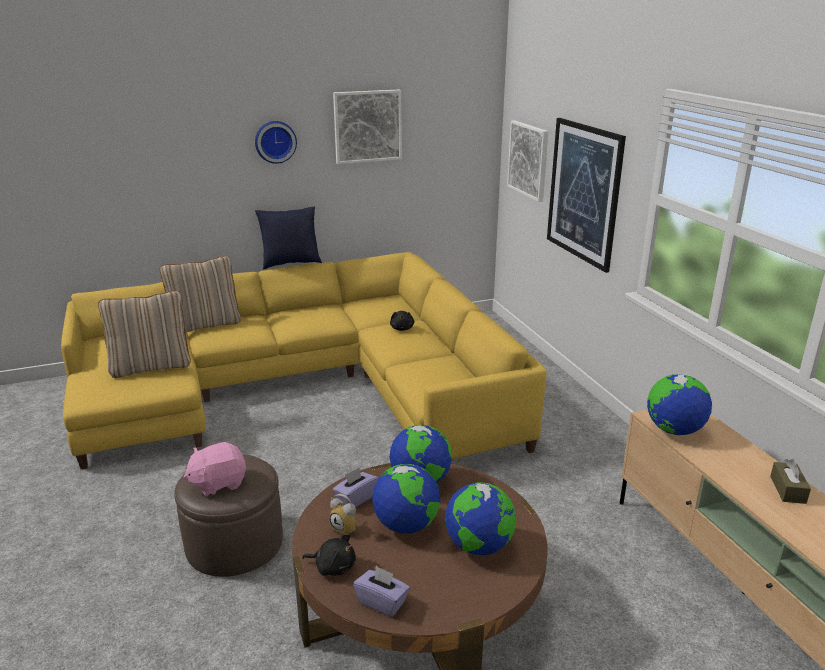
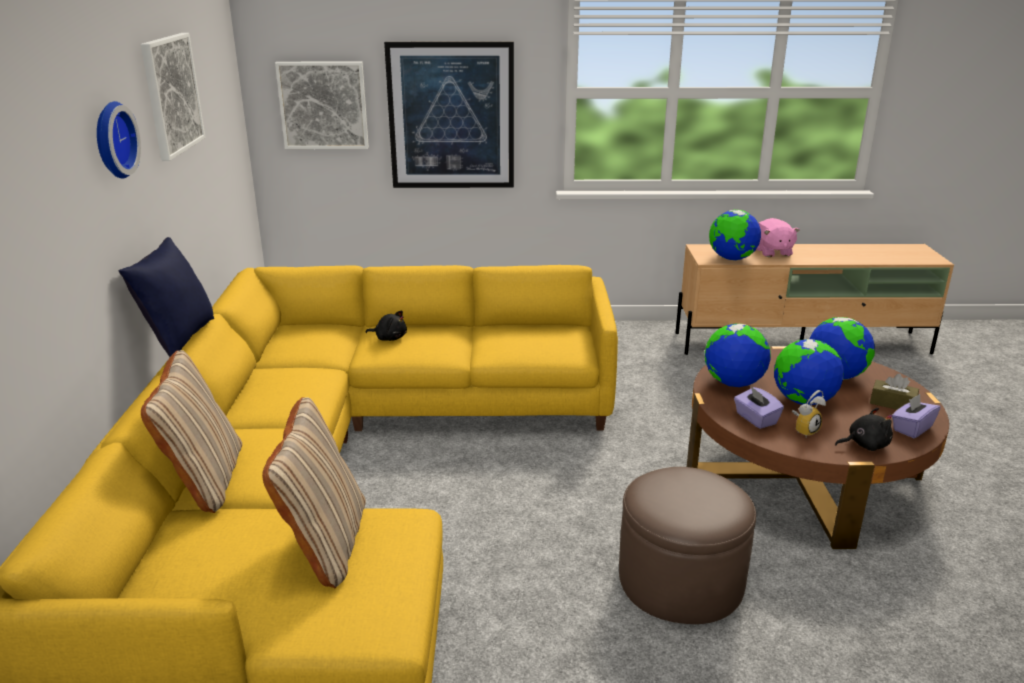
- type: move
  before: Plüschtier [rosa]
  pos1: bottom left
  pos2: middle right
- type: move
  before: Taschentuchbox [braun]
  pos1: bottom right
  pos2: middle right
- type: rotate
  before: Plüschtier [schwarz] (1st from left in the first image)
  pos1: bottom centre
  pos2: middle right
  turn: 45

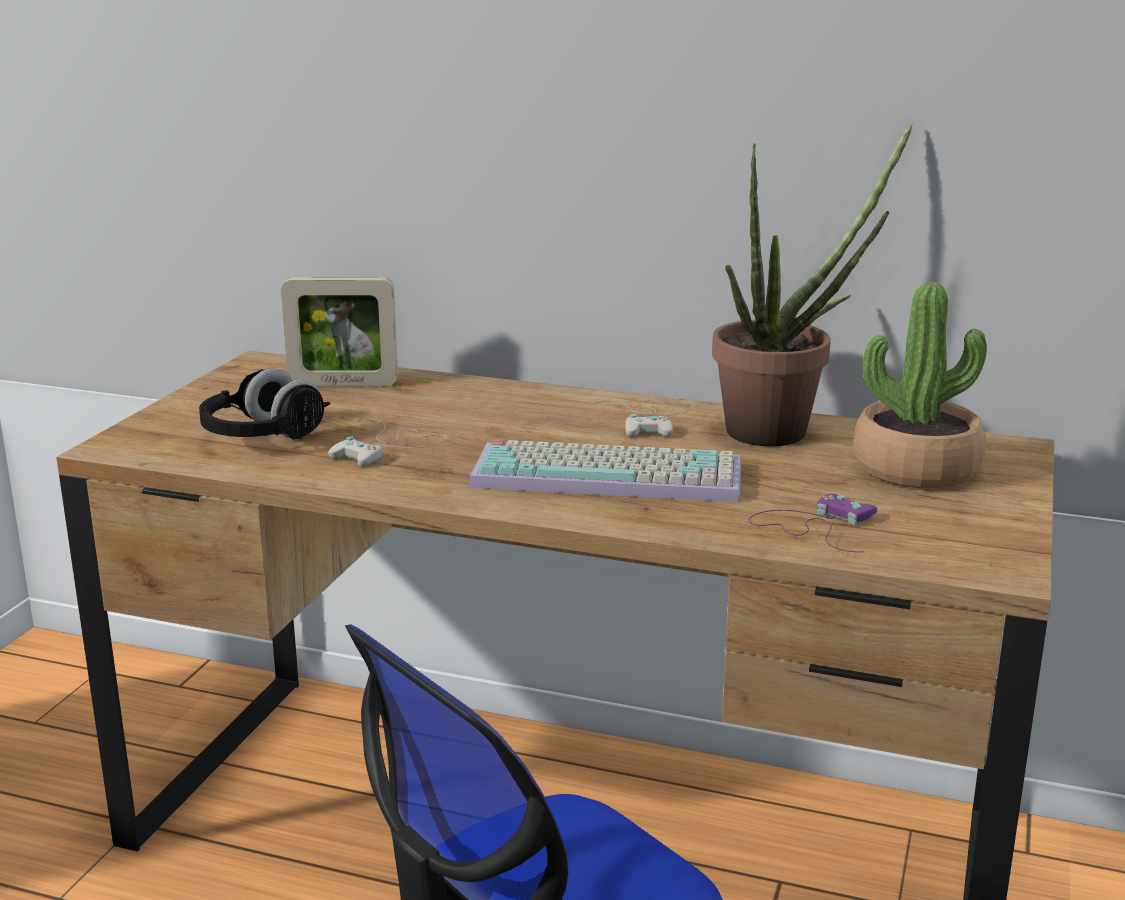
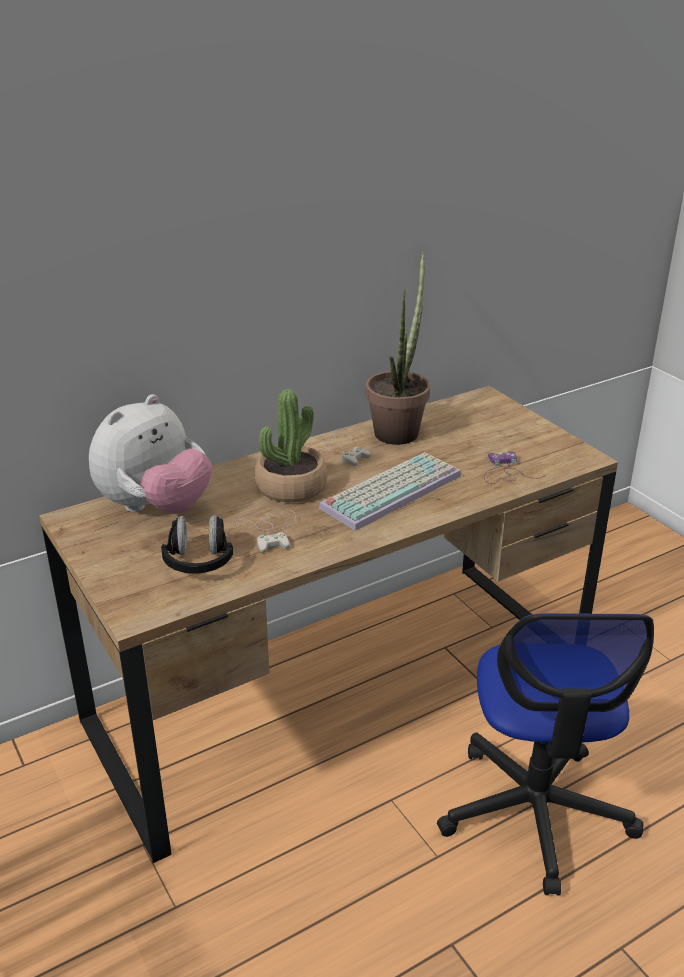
- type: replace
  before: Bilderrahmen
  after: Plüschtier
  pos1: middle left
  pos2: middle left
- type: move
  before: Topfpflanze (2nd from left in the first image)
  after: Topfpflanze (1st from left)
  pos1: middle right
  pos2: centre

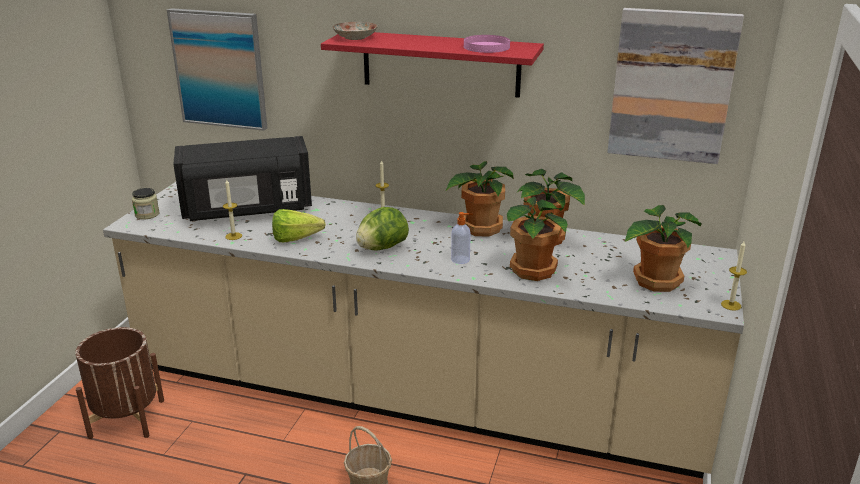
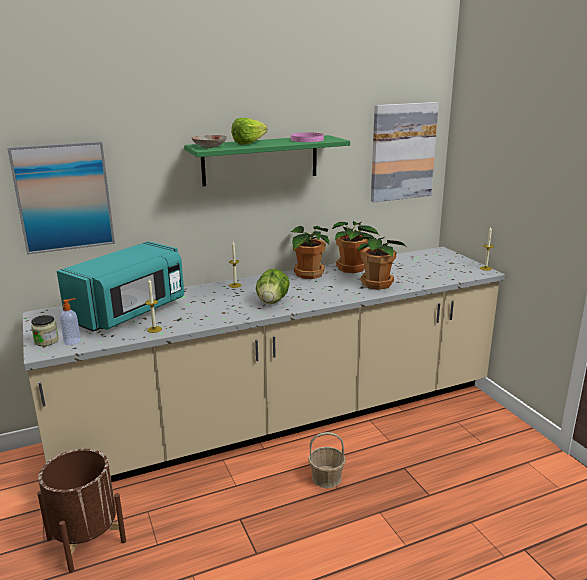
- type: recolor
  before: Wandregal [rot]
  after: Wandregal [grün]
  pos1: top centre
  pos2: top centre
- type: recolor
  before: Mikrowelle [schwarz]
  after: Mikrowelle [türkis]
  pos1: middle left
  pos2: middle left
- type: delete
  before: Topfpflanze (4th from left)
  pos1: middle right
- type: move
  before: Salatkopf (1st from left)
  pos1: centre
  pos2: top centre
- type: move
  before: Seifenspender
  pos1: centre
  pos2: middle left

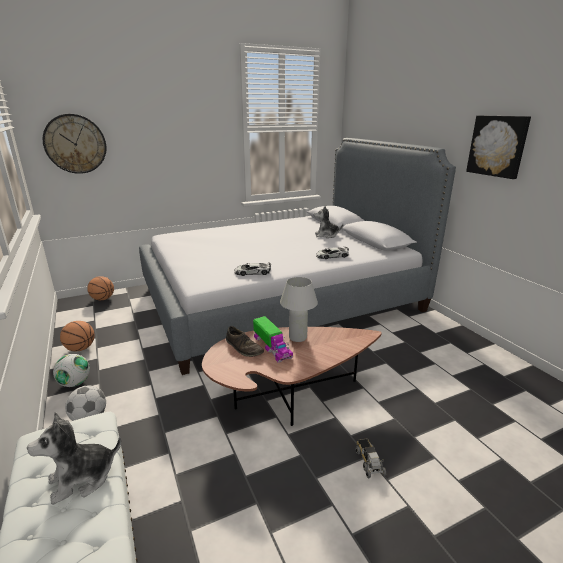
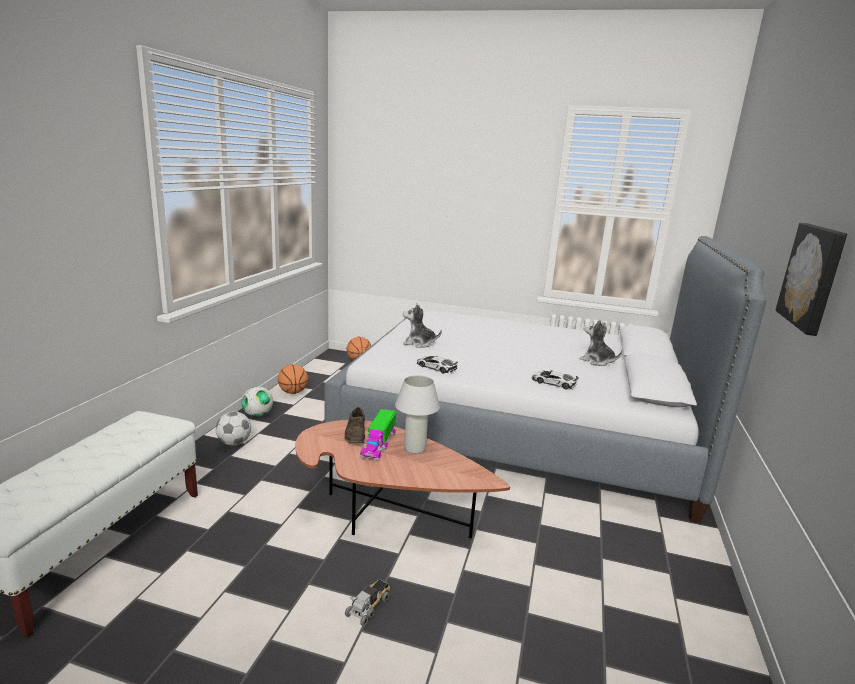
- type: delete
  before: Wanduhr
  pos1: top left
- type: move
  before: Plüschtier (1st from left)
  pos1: bottom left
  pos2: centre

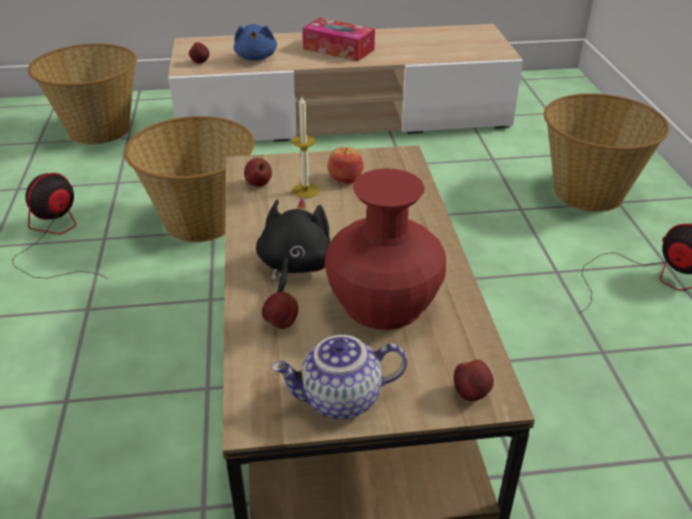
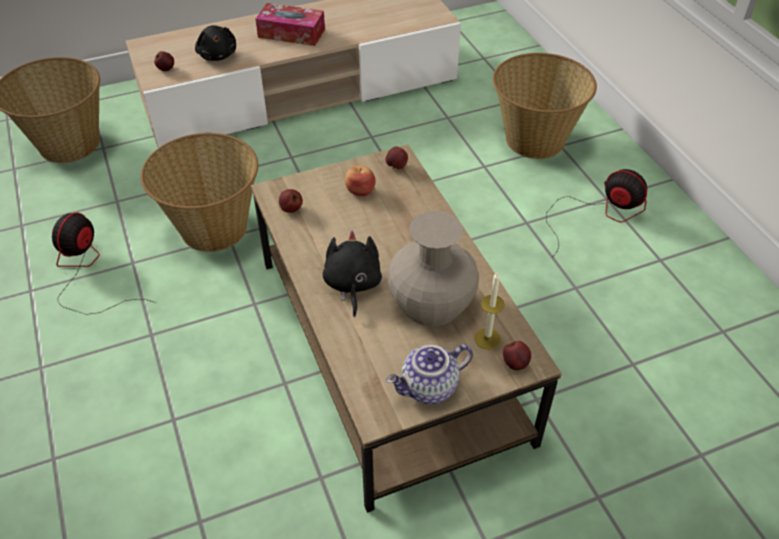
- type: recolor
  before: Plüschtier [blau]
  after: Plüschtier [schwarz] (1st from left)
  pos1: top centre
  pos2: top left
- type: move
  before: Kerze
  pos1: top centre
  pos2: centre
- type: recolor
  before: Vase [rot]
  after: Vase [beige]
  pos1: centre
  pos2: centre
- type: move
  before: Apfel (3rd from left in the first image)
  after: Apfel (4th from left)
  pos1: centre
  pos2: top centre

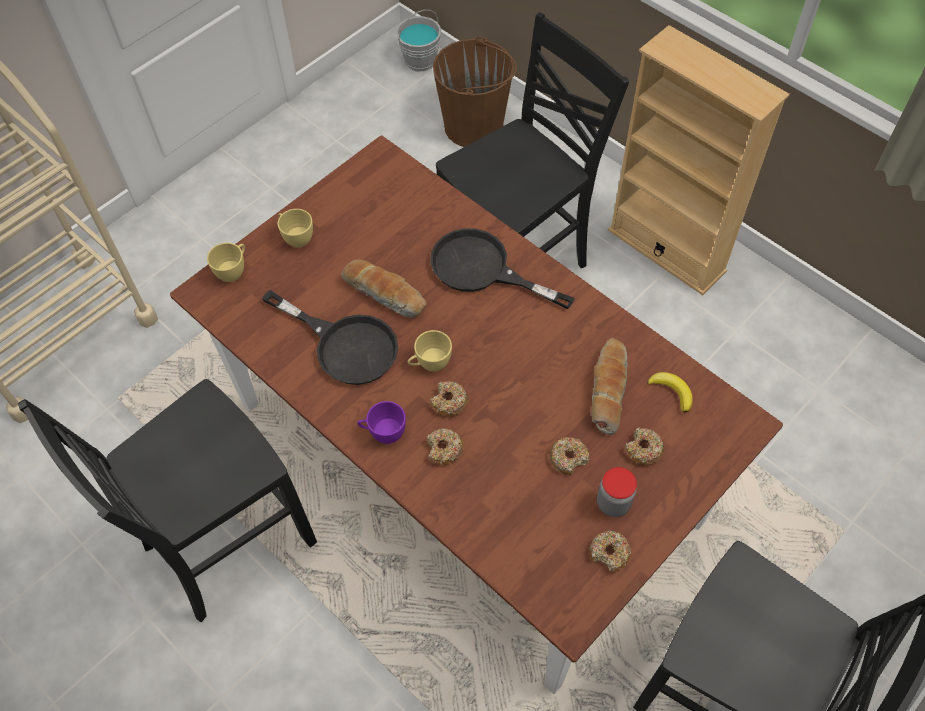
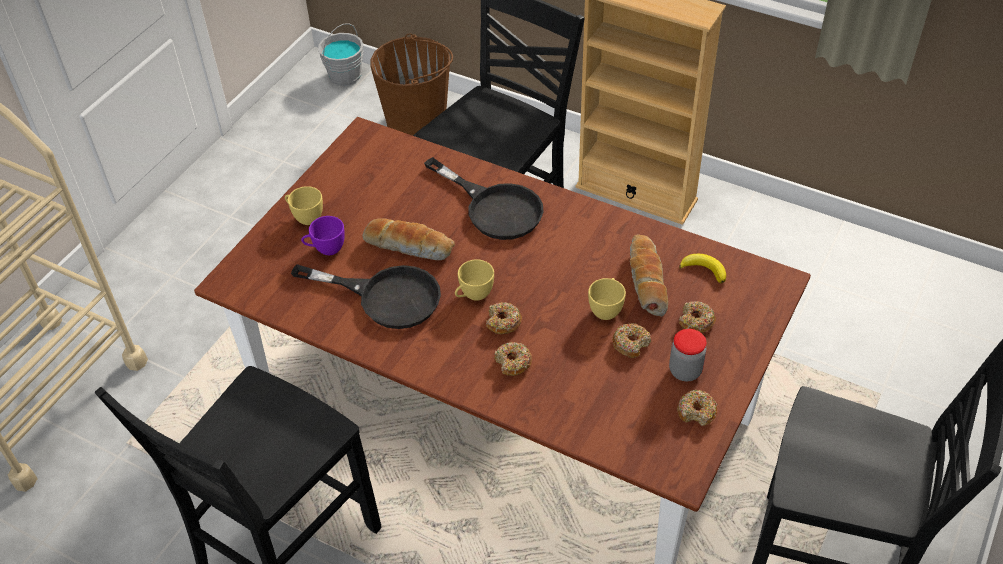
- type: rotate
  before: Pfanne [schwarz] (2nd from left)
  pos1: centre
  pos2: centre
  turn: -150
- type: move
  before: Tasse [gelb] (1st from left in the first image)
  after: Tasse [gelb] (3rd from left)
  pos1: middle left
  pos2: centre
- type: move
  before: Tasse [lila]
  pos1: centre
  pos2: middle left

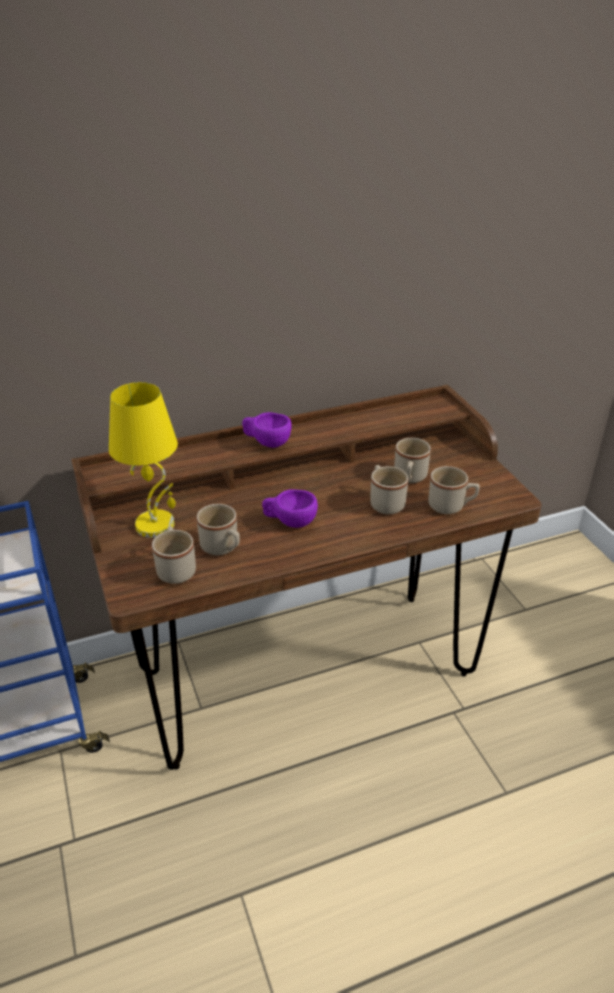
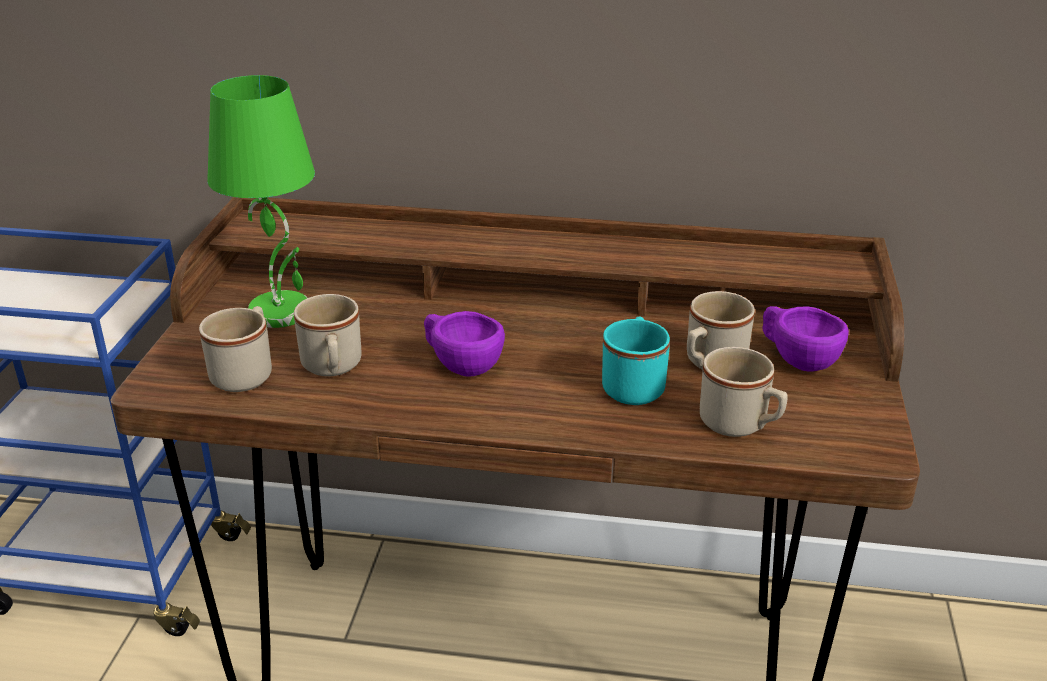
- type: recolor
  before: Tischlampe [gelb]
  after: Tischlampe [grün]
  pos1: middle left
  pos2: top left
- type: move
  before: Tasse [lila] (1st from left in the first image)
  after: Tasse [lila] (2nd from left)
  pos1: centre
  pos2: middle right
- type: recolor
  before: Henkelbecher [beige] (3rd from left)
  after: Henkelbecher [türkis]
  pos1: centre
  pos2: centre

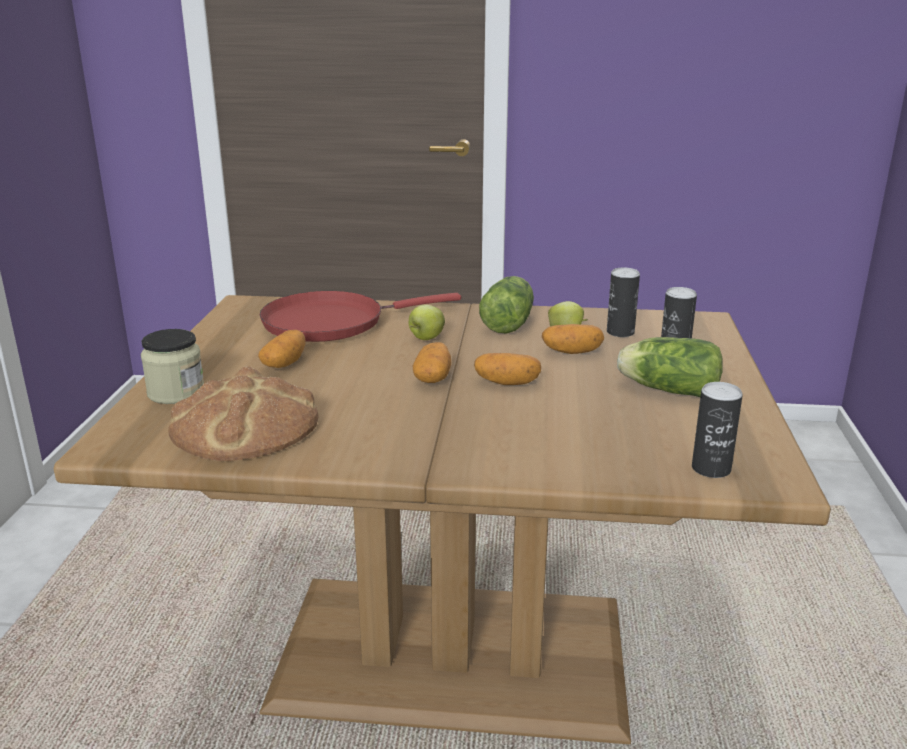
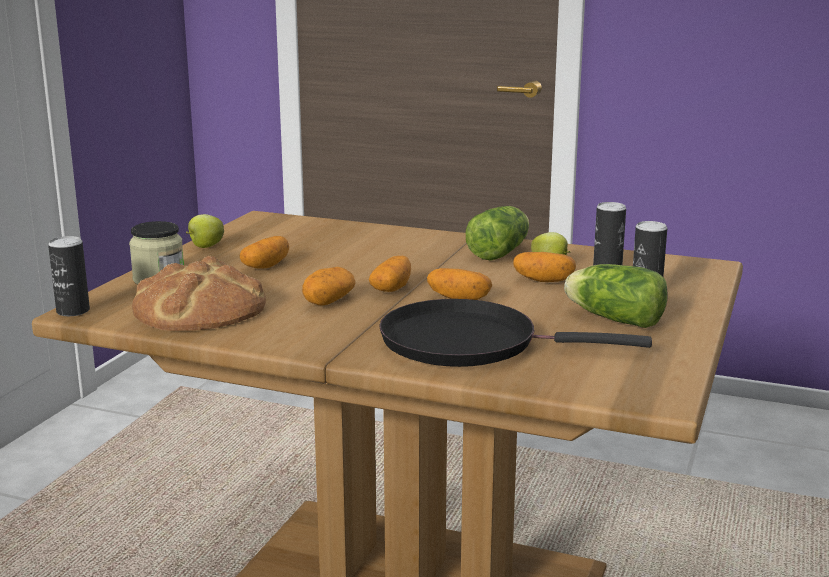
- type: delete
  before: Pfanne [rot]
  pos1: centre
- type: move
  before: Apfel (1st from left)
  pos1: centre
  pos2: middle left
- type: move
  before: Dose (3rd from left in the first image)
  after: Dose (1st from left)
  pos1: middle right
  pos2: middle left
- type: insert
  after: Kartoffel (2nd from left)
  pos2: centre
- type: insert
  after: Pfanne [schwarz]
  pos2: centre

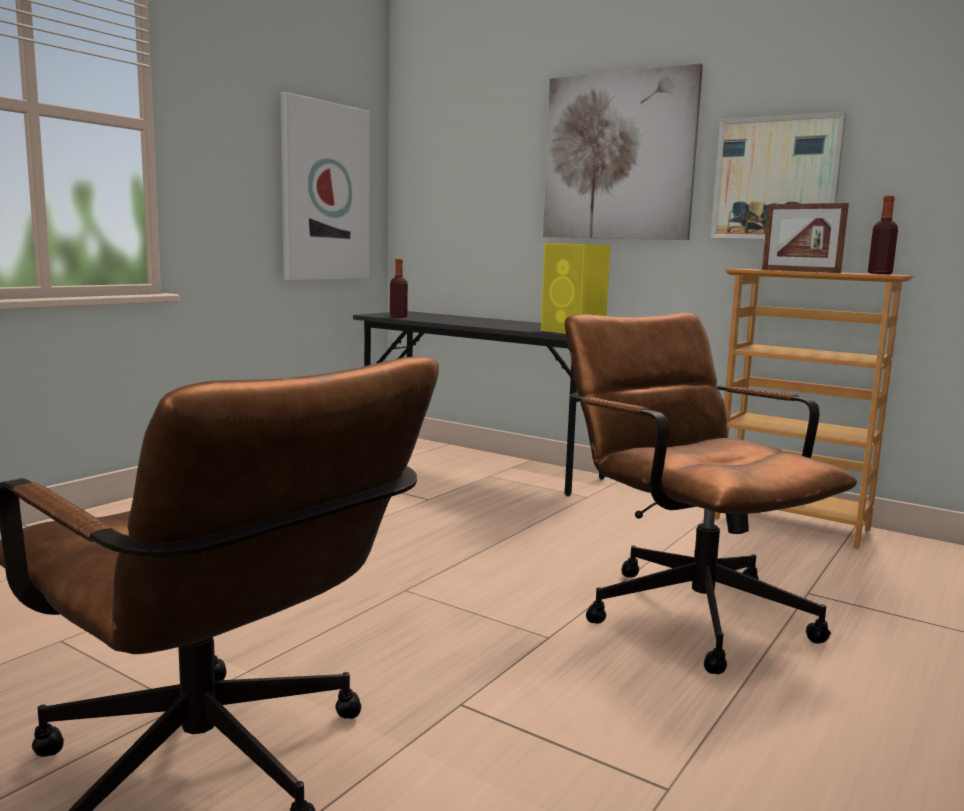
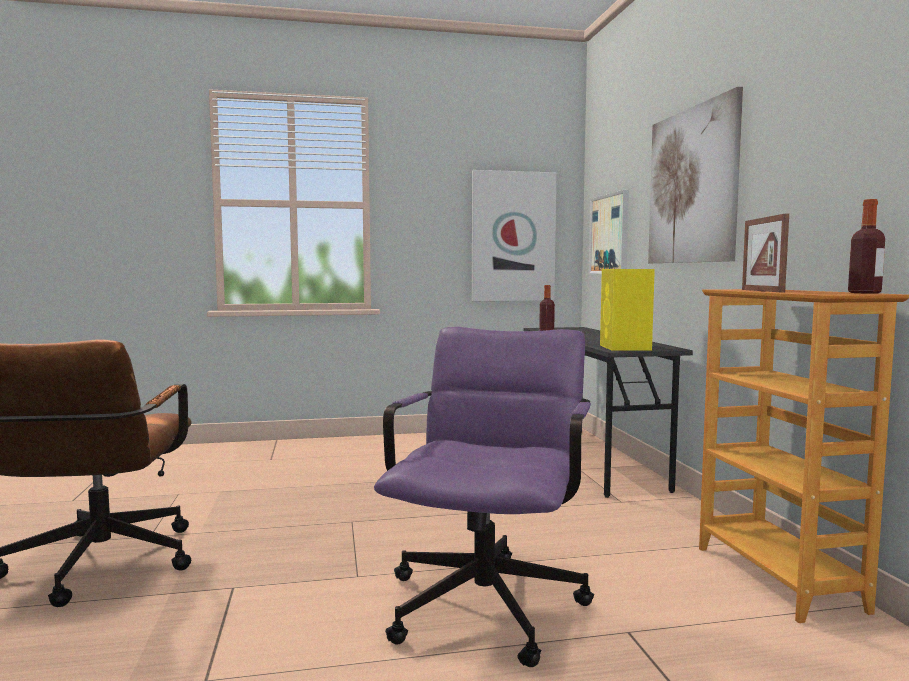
- type: move
  before: Bild (3rd from left in the first image)
  after: Bild (2nd from left)
  pos1: top right
  pos2: middle right
- type: recolor
  before: Bürostuhl [braun] (2nd from left)
  after: Bürostuhl [lila]
  pos1: middle right
  pos2: bottom centre

